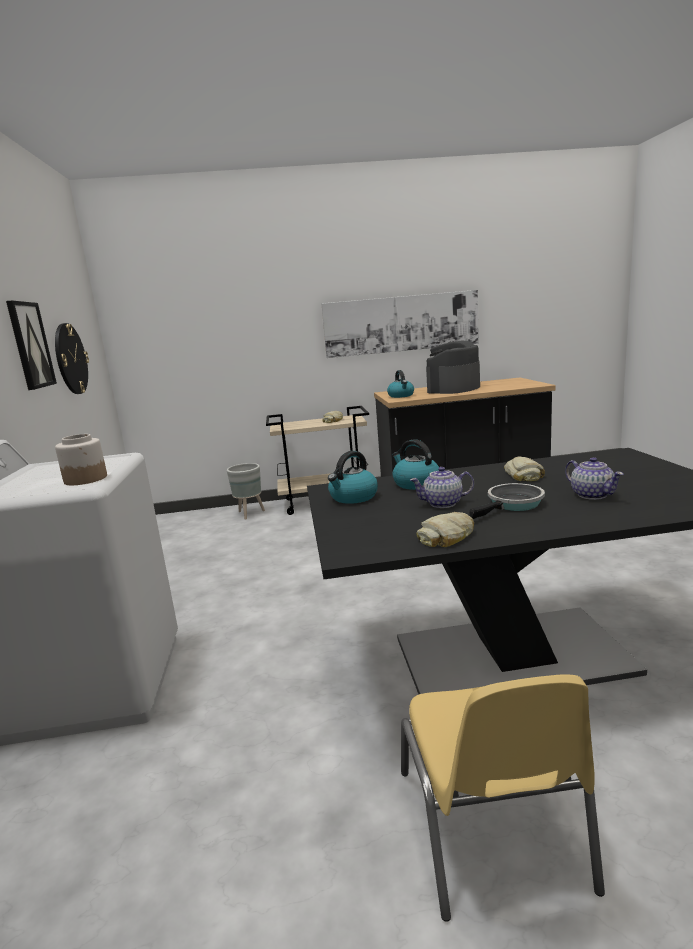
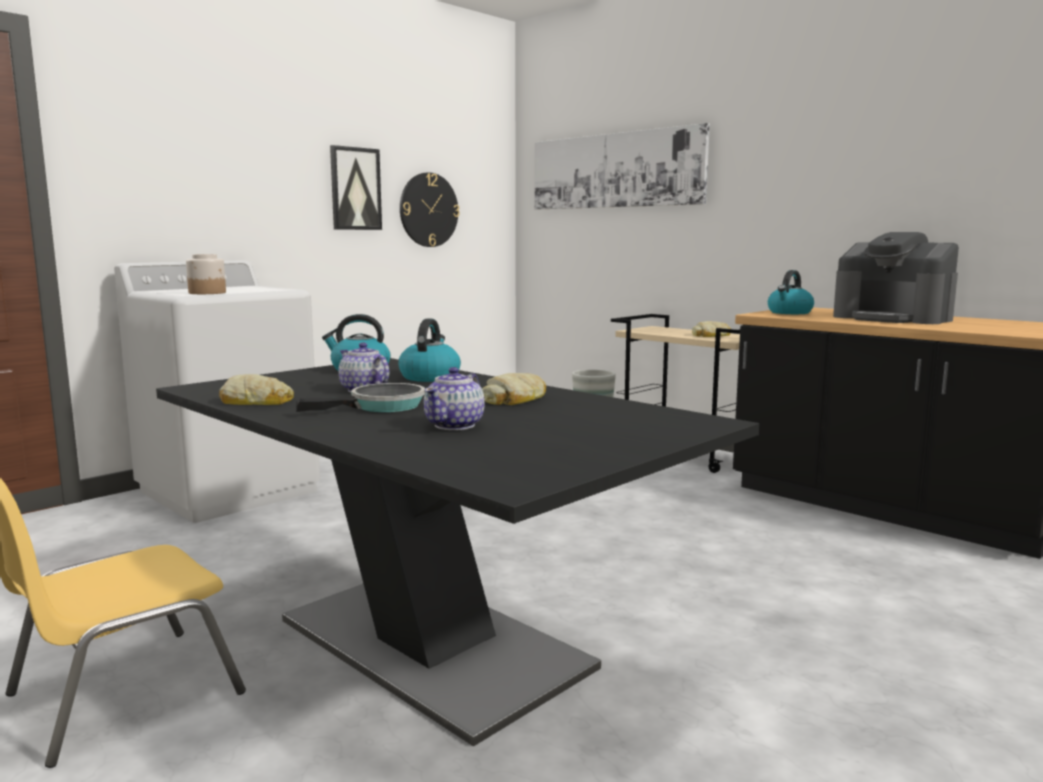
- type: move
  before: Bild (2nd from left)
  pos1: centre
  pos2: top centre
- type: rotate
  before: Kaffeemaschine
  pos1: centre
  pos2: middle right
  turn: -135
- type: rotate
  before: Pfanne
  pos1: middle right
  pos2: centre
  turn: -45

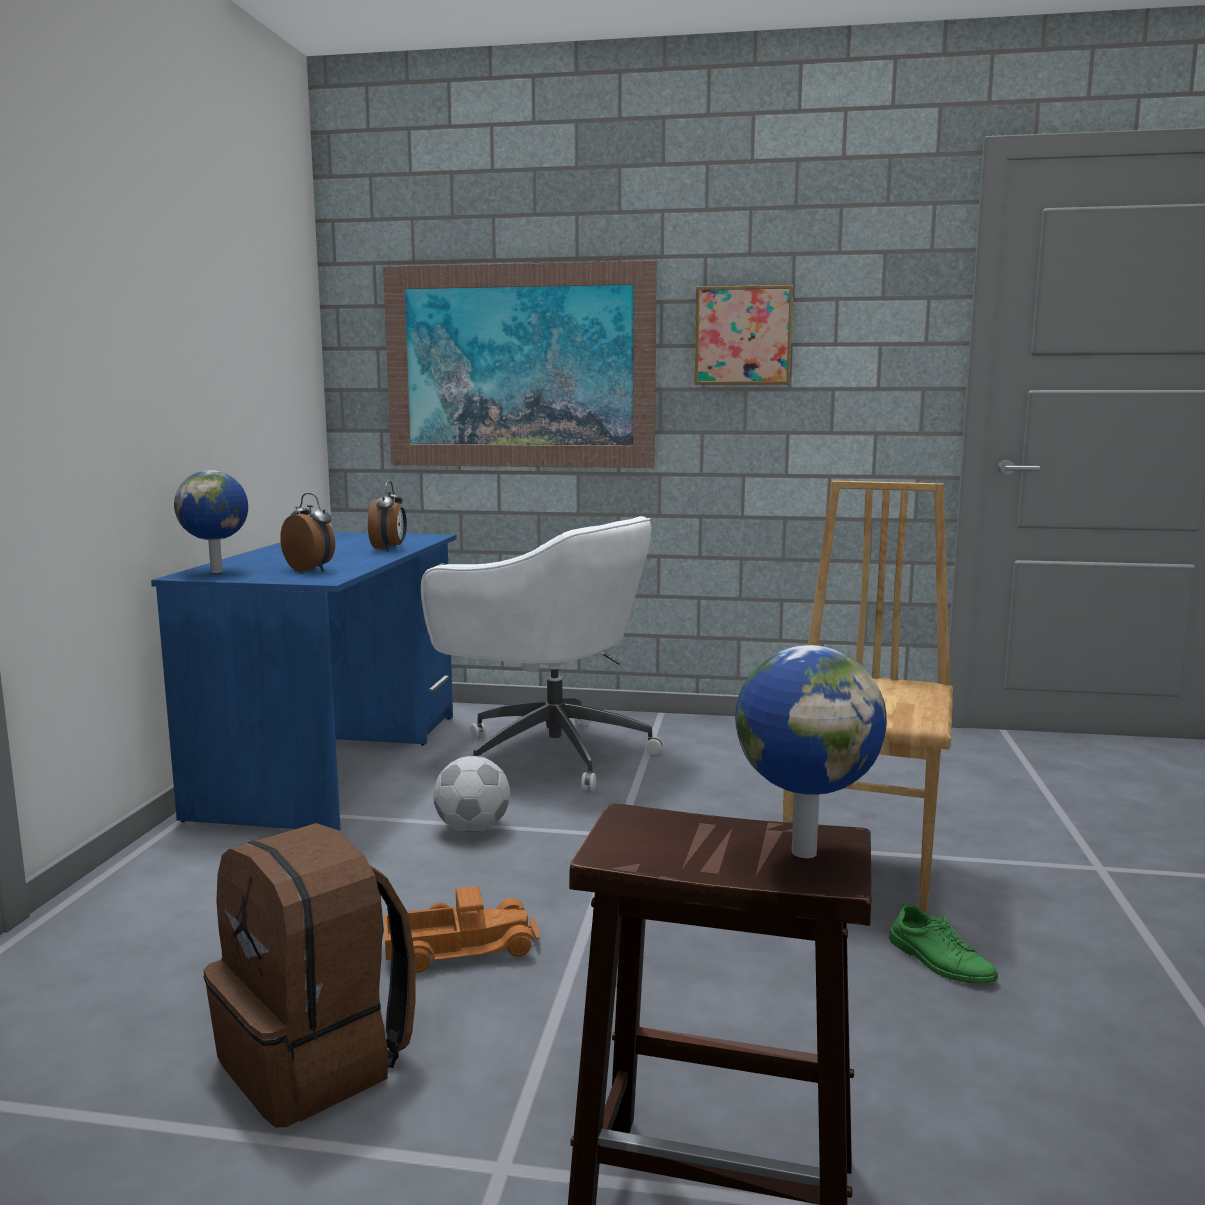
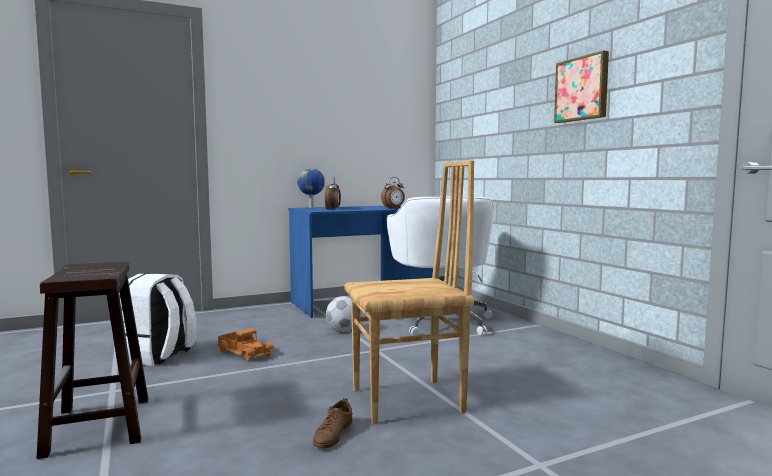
- type: delete
  before: Bild (1st from left)
  pos1: top centre
- type: delete
  before: Globus (2nd from left)
  pos1: middle right
- type: recolor
  before: Rucksack [braun]
  after: Rucksack [weiß]
  pos1: bottom left
  pos2: bottom left
- type: recolor
  before: Schuh [grün]
  after: Schuh [braun]
  pos1: bottom right
  pos2: bottom centre

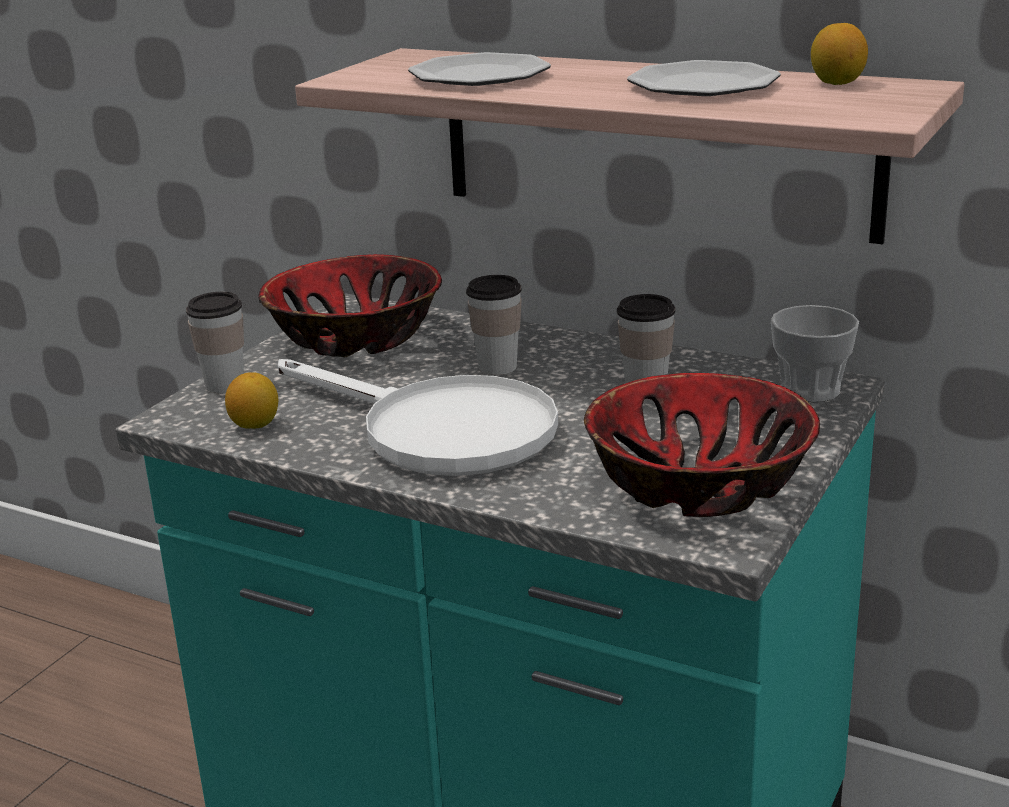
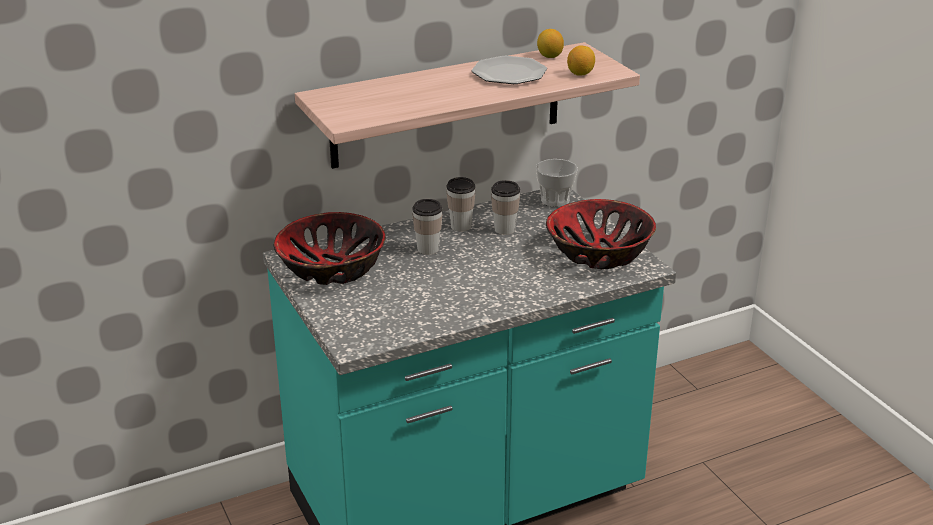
- type: delete
  before: Teller (1st from left)
  pos1: top centre
- type: move
  before: Tasse (1st from left in the first image)
  after: Tasse (2nd from left)
  pos1: middle left
  pos2: centre
- type: delete
  before: Pfanne [weiß]
  pos1: centre
- type: move
  before: Zitrone (1st from left in the first image)
  after: Zitrone (2nd from left)
  pos1: middle left
  pos2: top centre

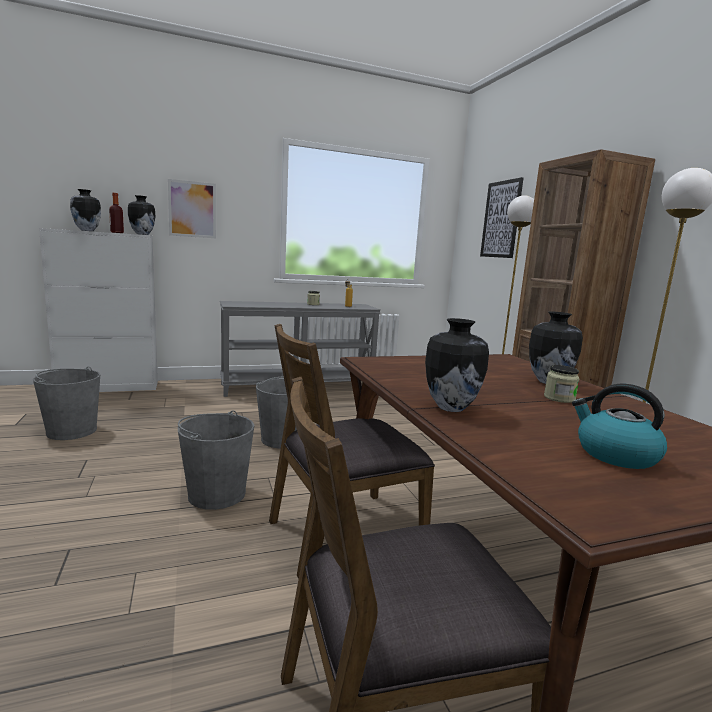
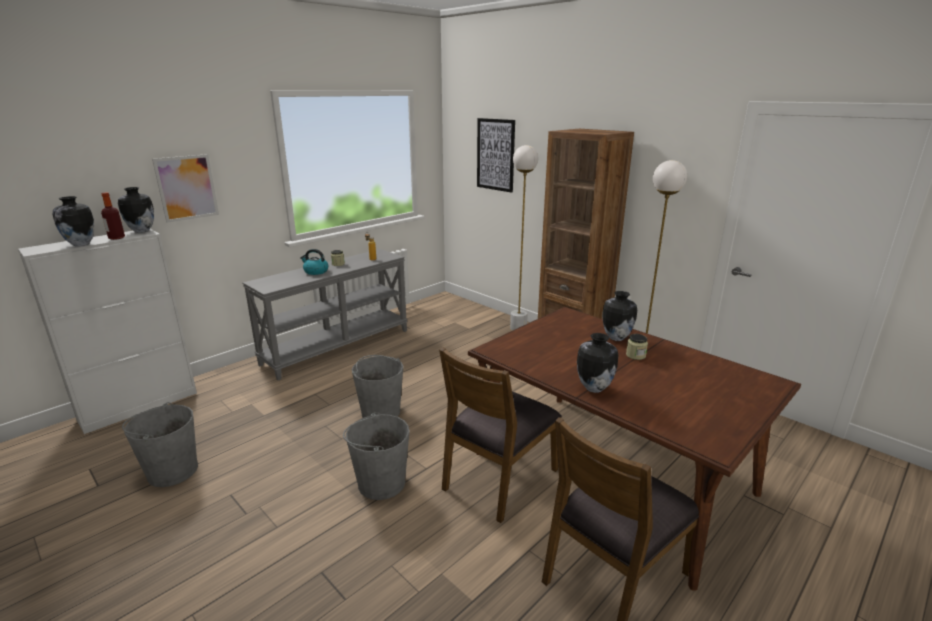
- type: move
  before: Wasserkessel
  pos1: middle right
  pos2: centre

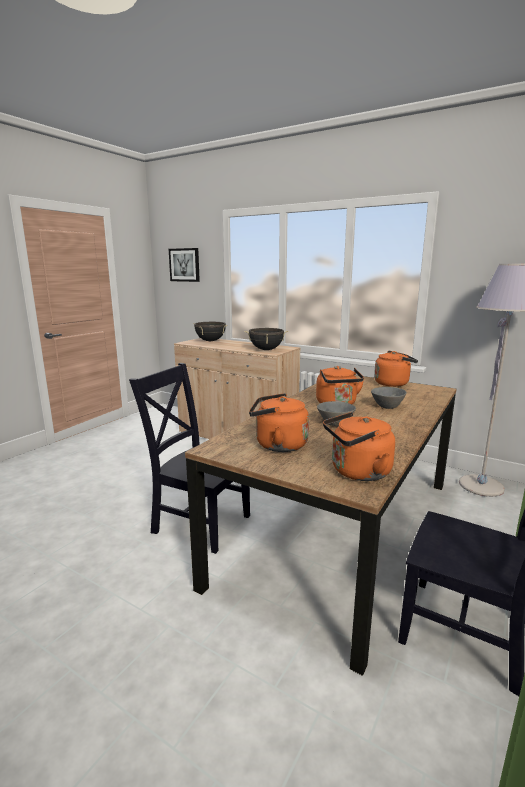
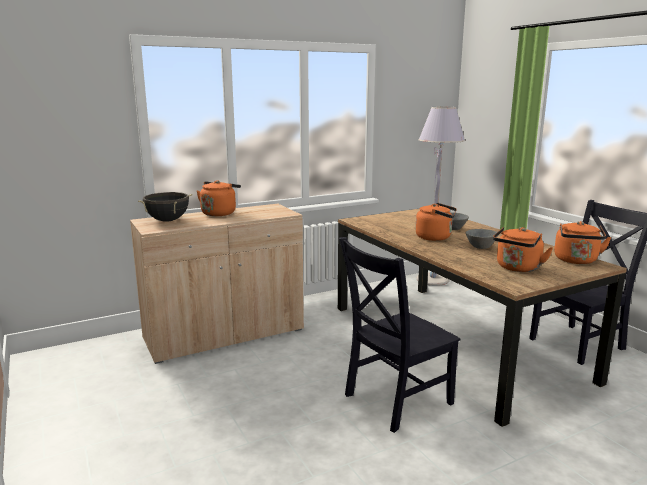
- type: delete
  before: Bild
  pos1: centre
- type: delete
  before: Kochtopf [schwarz] (2nd from left)
  pos1: centre
- type: move
  before: Wasserkessel [orange] (4th from left in the first image)
  after: Wasserkessel [orange] (1st from left)
  pos1: middle right
  pos2: centre

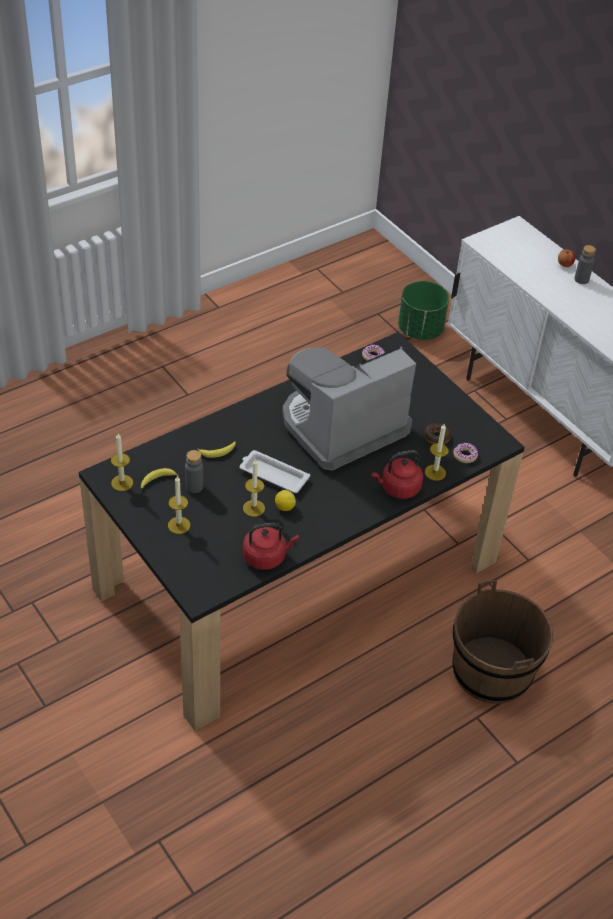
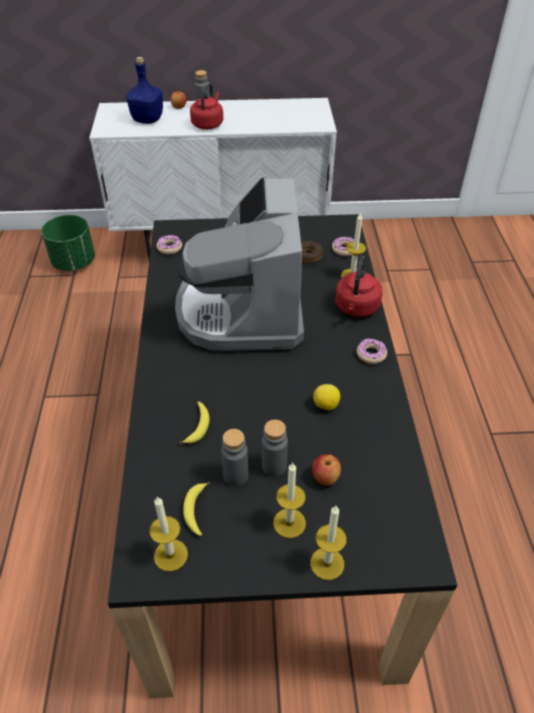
- type: delete
  before: Tablett [weiß]
  pos1: centre
- type: move
  before: Kerze (3rd from left)
  pos1: centre
  pos2: bottom centre
- type: move
  before: Wasserkessel [rot] (1st from left)
  pos1: centre
  pos2: top centre
- type: delete
  before: Eimer [braun]
  pos1: bottom right
- type: insert
  after: Flasche [blau]
  pos2: top left
- type: insert
  after: Donut (4th from left)
  pos2: middle right
- type: insert
  after: Flasche [grau] (3rd from left)
  pos2: centre
- type: insert
  after: Apfel (2nd from left)
  pos2: centre

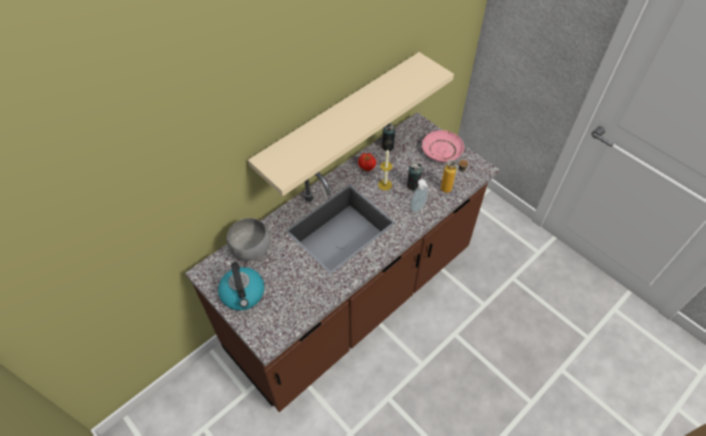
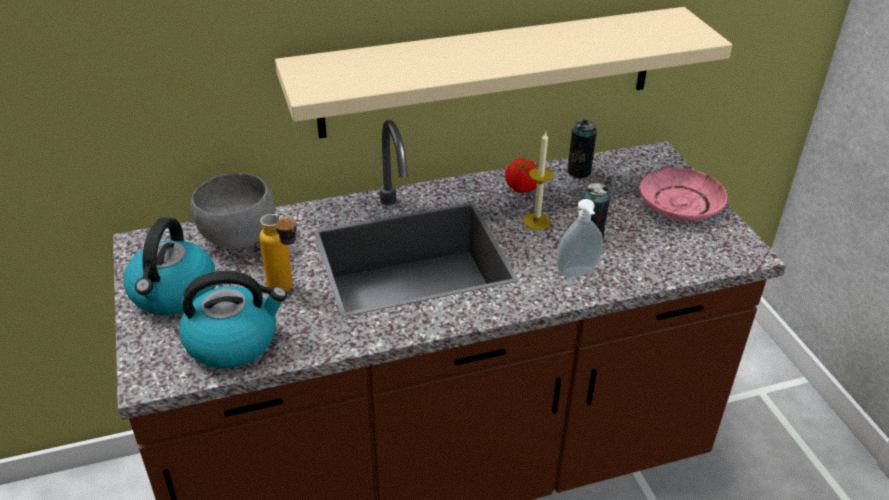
- type: move
  before: Flasche
  pos1: centre
  pos2: middle left
- type: insert
  after: Wasserkessel (2nd from left)
  pos2: middle left

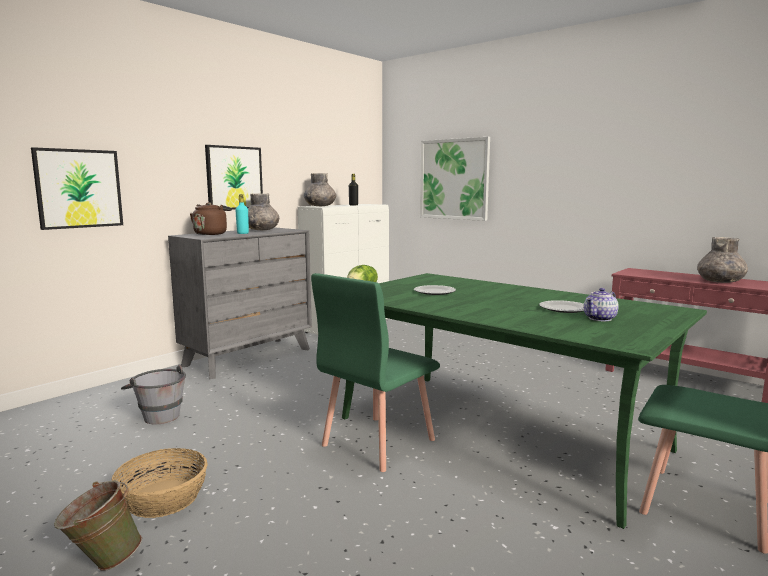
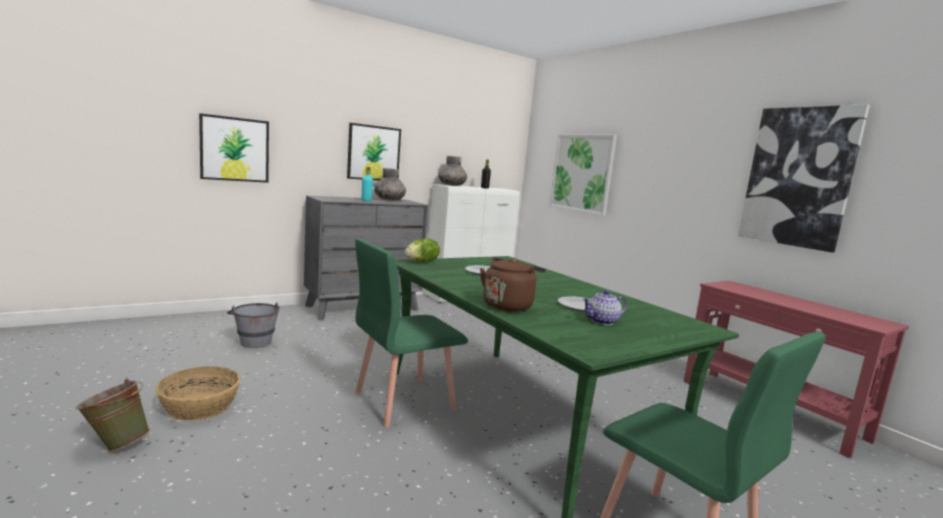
- type: move
  before: Wasserkessel [braun]
  pos1: middle left
  pos2: centre
- type: delete
  before: Vase [grau] (3rd from left)
  pos1: middle right
- type: insert
  after: Bild (4th from left)
  pos2: middle right

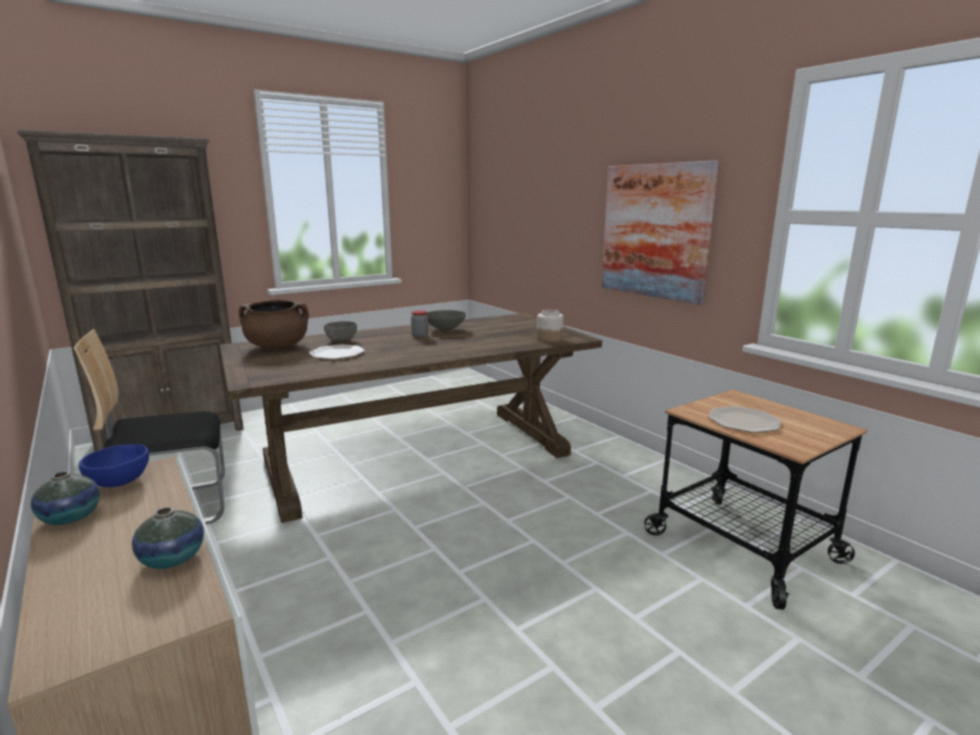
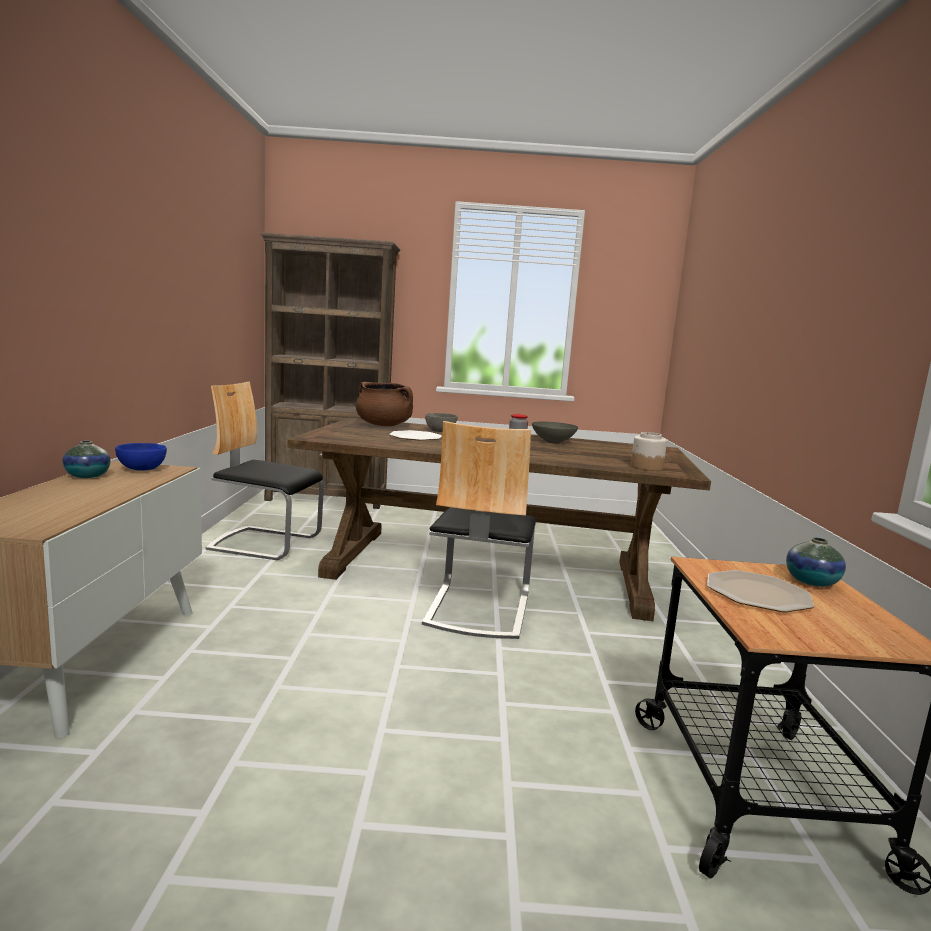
- type: delete
  before: Bild
  pos1: top right
- type: move
  before: Vase (2nd from left)
  pos1: bottom left
  pos2: middle right
- type: insert
  after: Stuhl (2nd from left)
  pos2: centre

